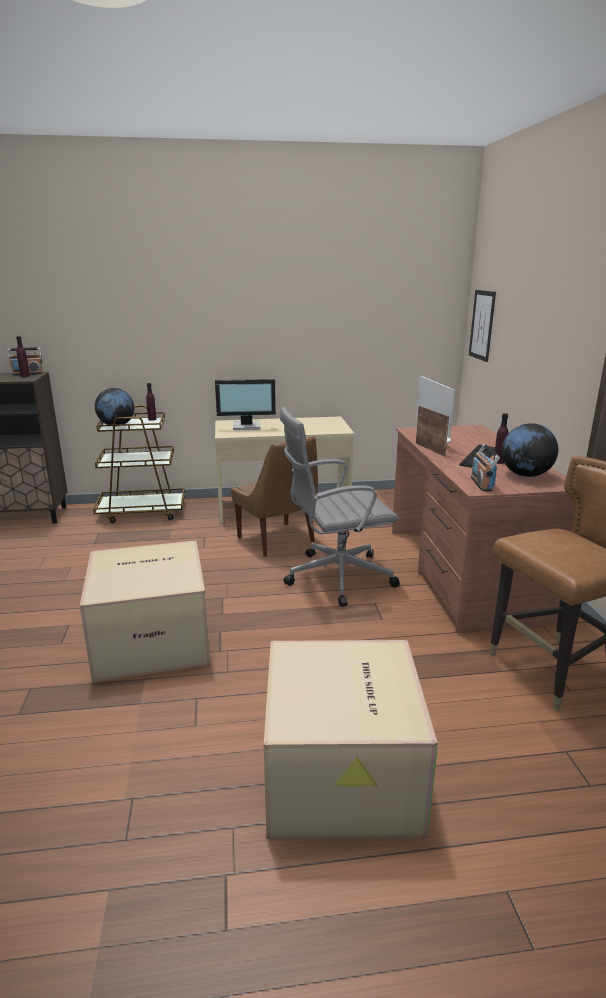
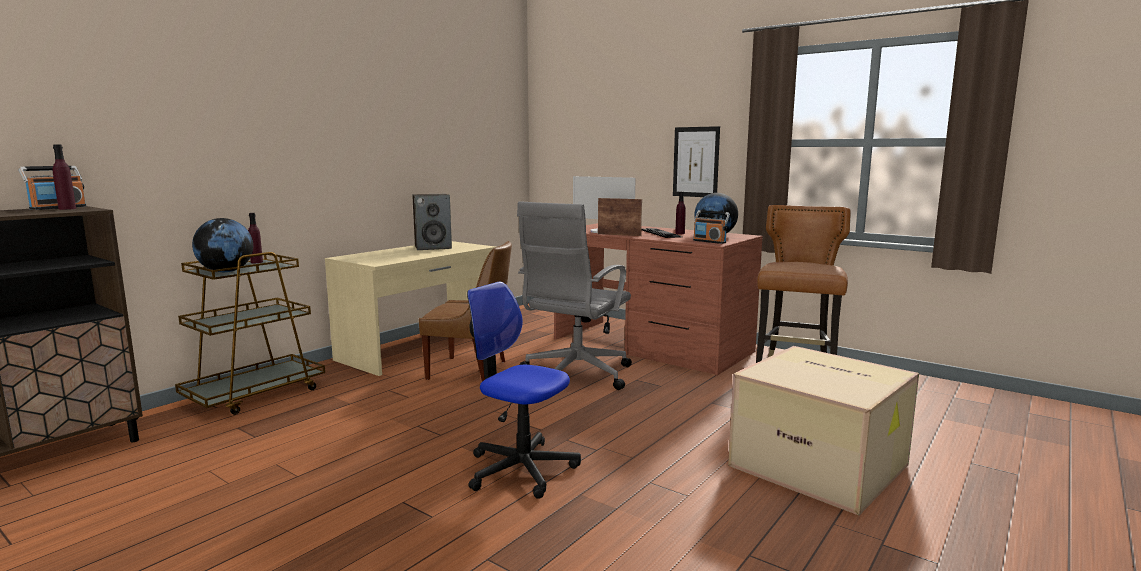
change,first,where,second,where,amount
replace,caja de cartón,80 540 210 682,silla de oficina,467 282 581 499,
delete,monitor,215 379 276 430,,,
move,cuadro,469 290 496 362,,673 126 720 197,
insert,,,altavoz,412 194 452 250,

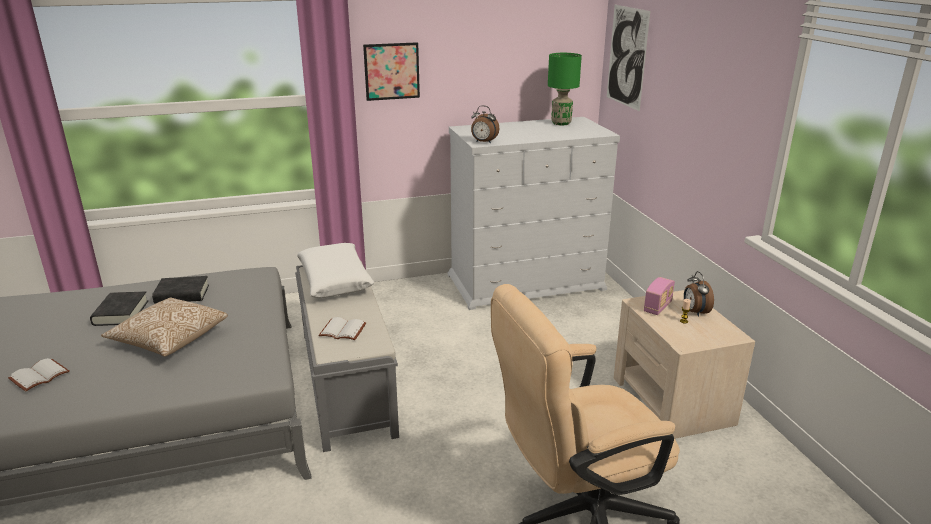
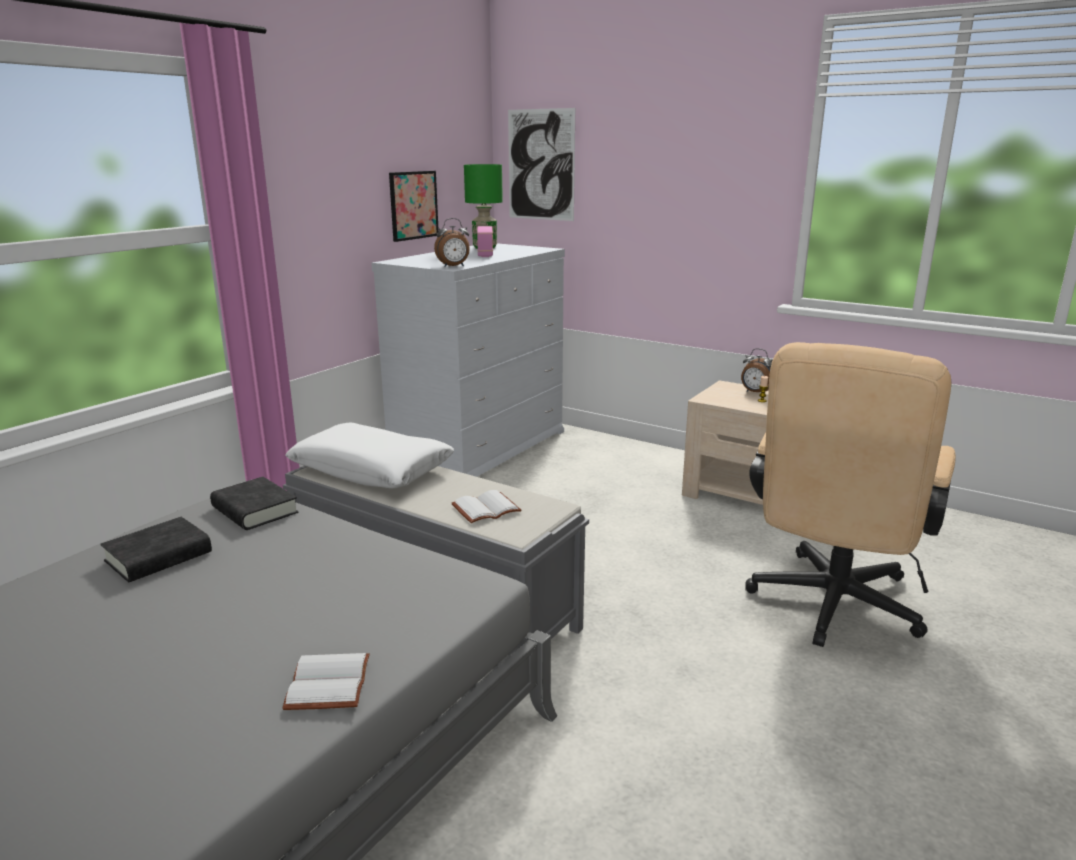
change,first,where,second,where,amount
move,libro [blanco],8 358 70 392,,282 653 370 710,
move,libro [negro],90 291 148 326,,210 477 298 530,
delete,cojín,101 297 228 357,,,
move,cuadro,363 42 420 101,,389 171 439 242,
move,radio,644 277 675 315,,477 226 493 257,

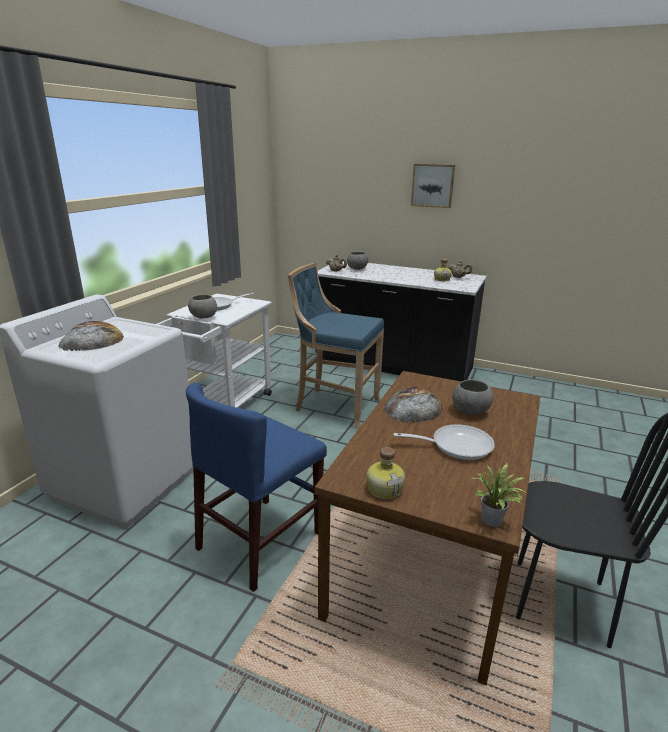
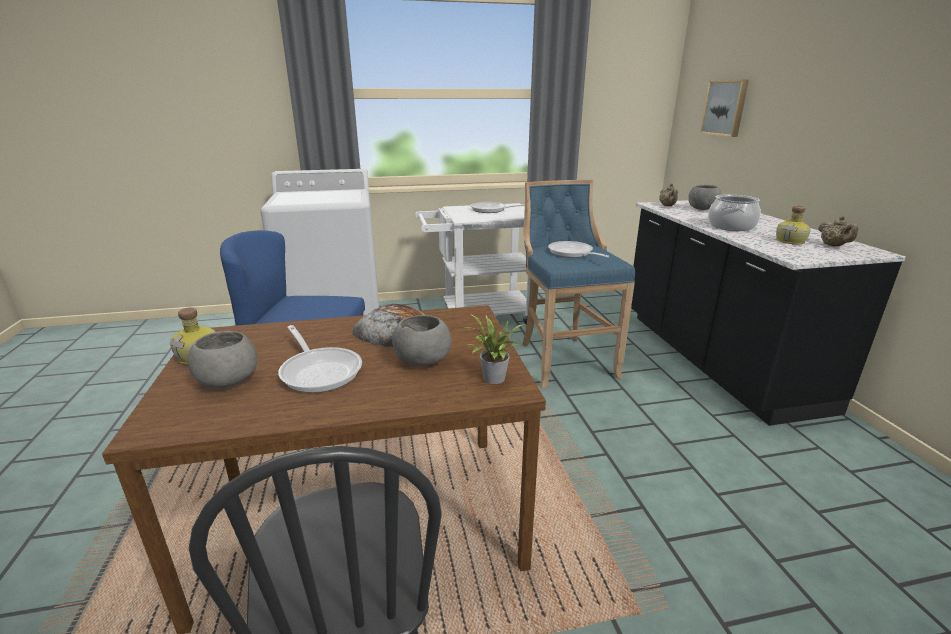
change,first,where,second,where,amount
delete,pan,58 321 124 351,,,
move,cuenco [gris],188 295 217 318,,187 331 258 388,
move,cuadro,411 164 455 208,,700 79 749 137,
move,planta en maceta,470 463 529 527,,466 314 524 384,
insert,,,sartén,548 241 609 258,
insert,,,olla,708 195 761 231,

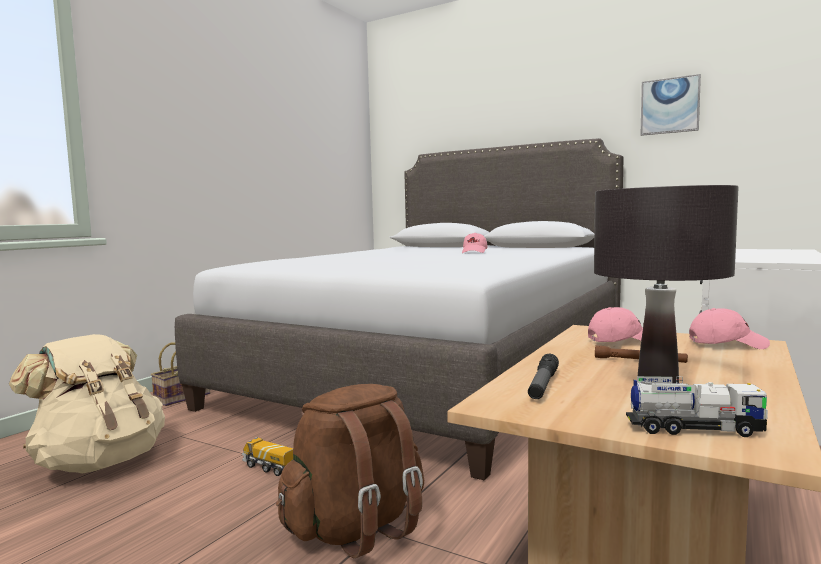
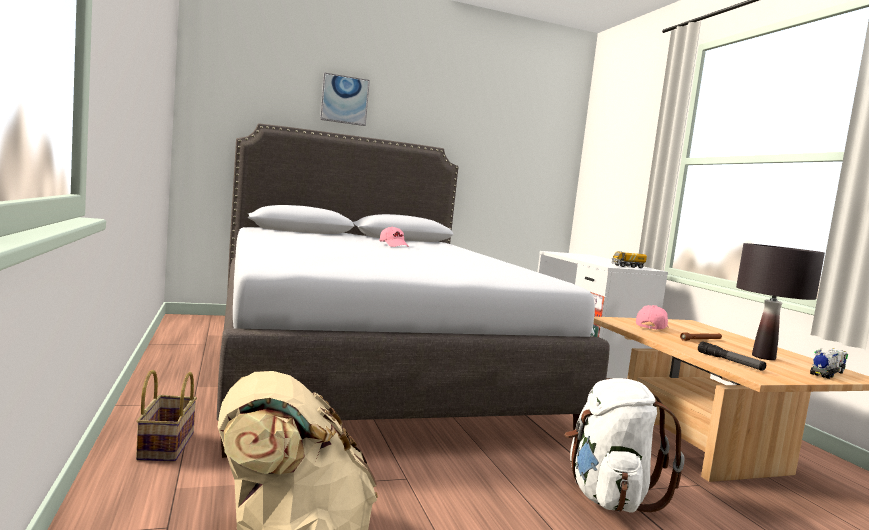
change,first,where,second,where,amount
move,camión de juguete,242 437 293 476,,611 251 647 268,
recolor,mochila [marrón],276 384 424 558,mochila [blanco],564 378 684 513,
move,cuadro,640 74 701 136,,320 72 370 126,
delete,gorra [rosa],689 308 770 349,,,

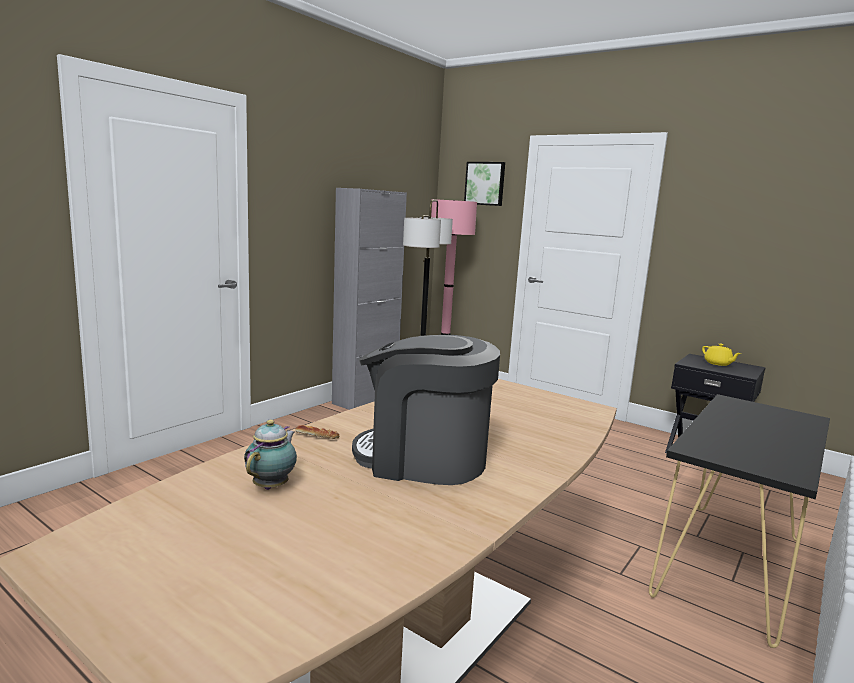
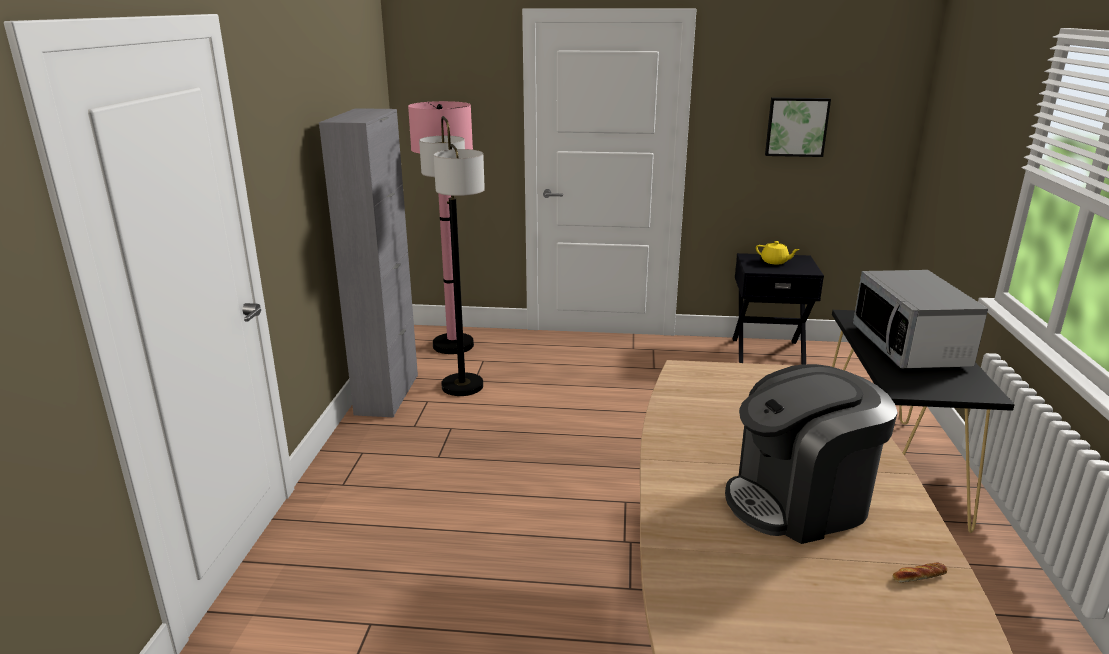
change,first,where,second,where,amount
delete,tetera,244 420 297 490,,,
move,pan,295 425 339 439,,893 562 947 583,
move,cuadro,464 162 505 206,,765 97 831 157,
insert,,,microondas,853 270 988 368,

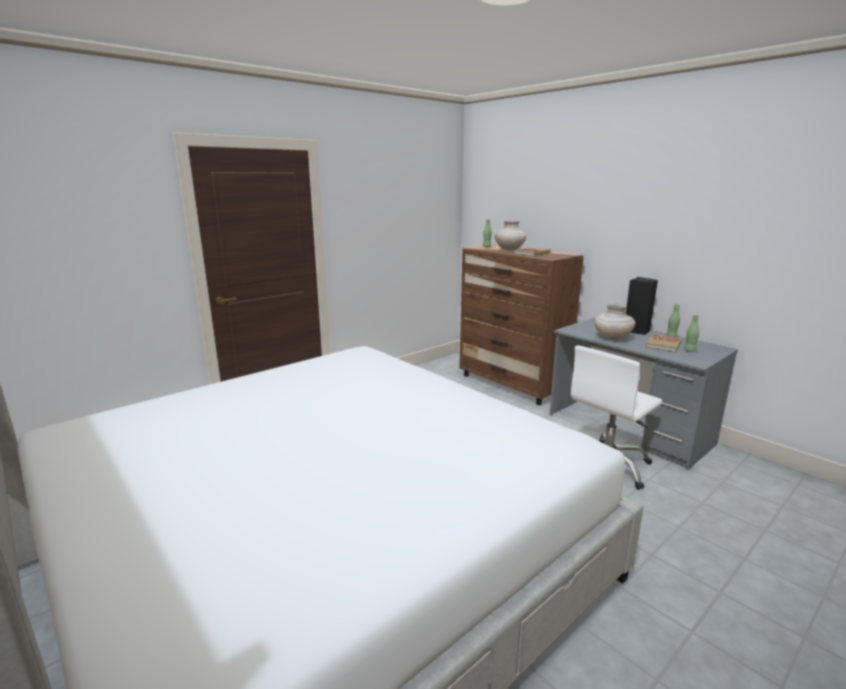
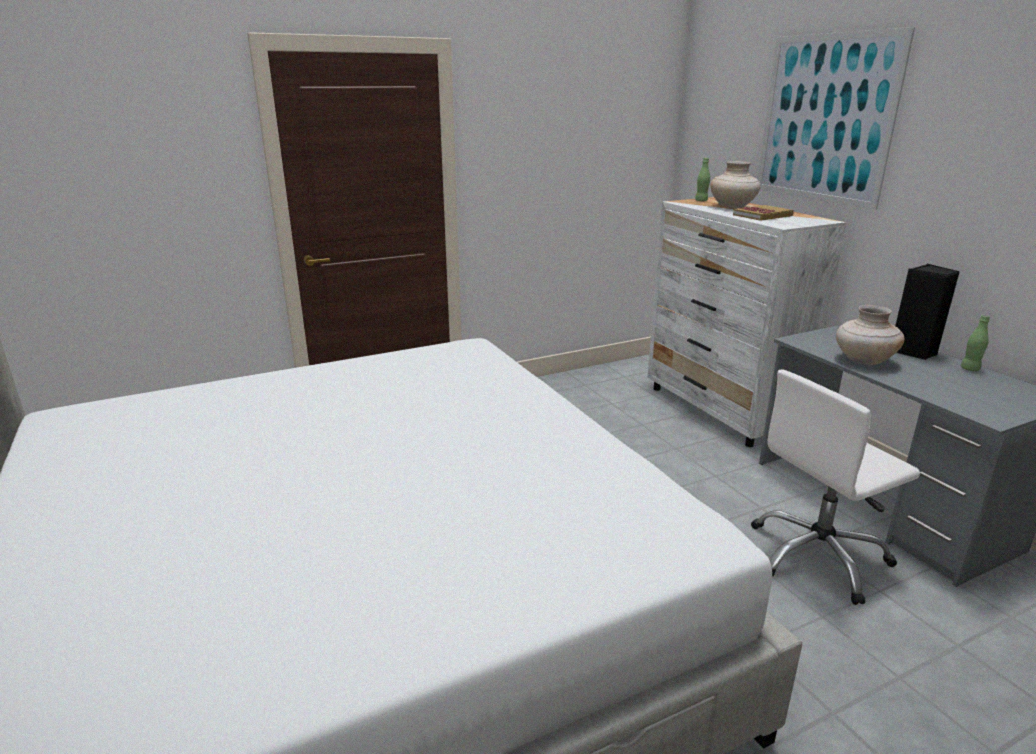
change,first,where,second,where,amount
recolor,cómoda [marrón],459 244 584 405,cómoda [blanco],648 197 846 447,
delete,libro,645 334 682 353,,,
delete,botella [verde],684 315 699 352,,,
insert,,,cuadro,758 27 915 210,

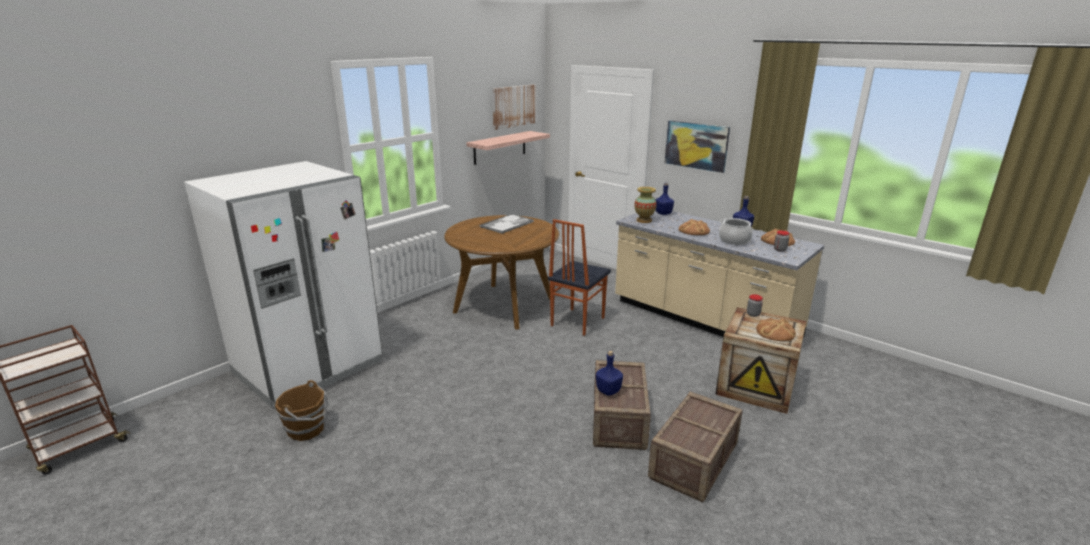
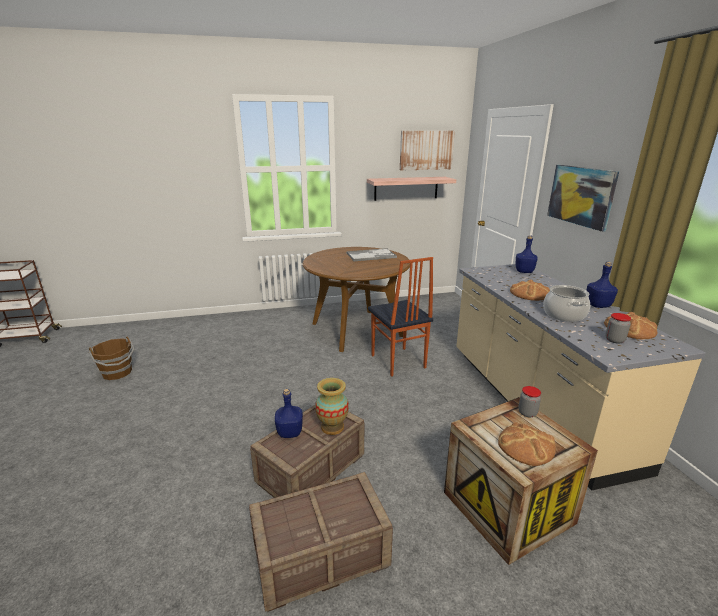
change,first,where,second,where,amount
delete,nevera [blanco],184 161 382 409,,,
rotate,silla,548 219 611 336,,368 257 433 377,90 degrees counterclockwise
move,florero,634 187 657 223,,315 378 349 435,

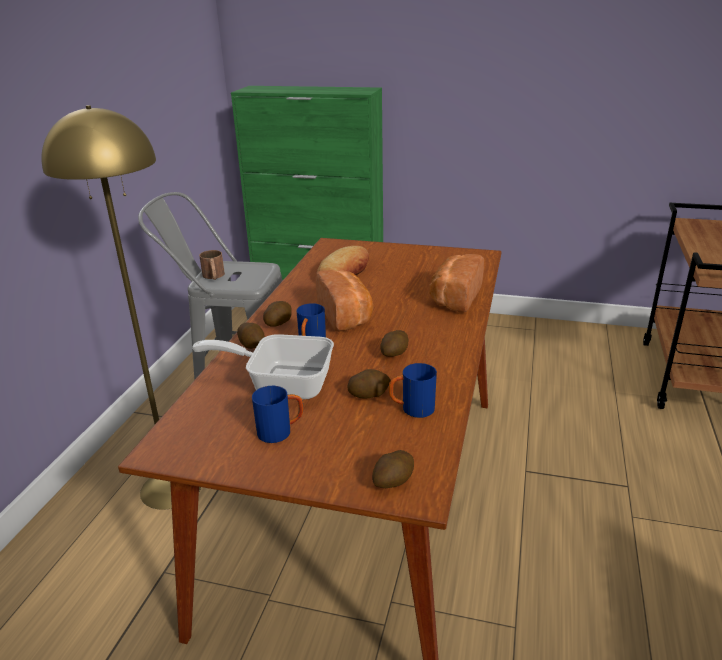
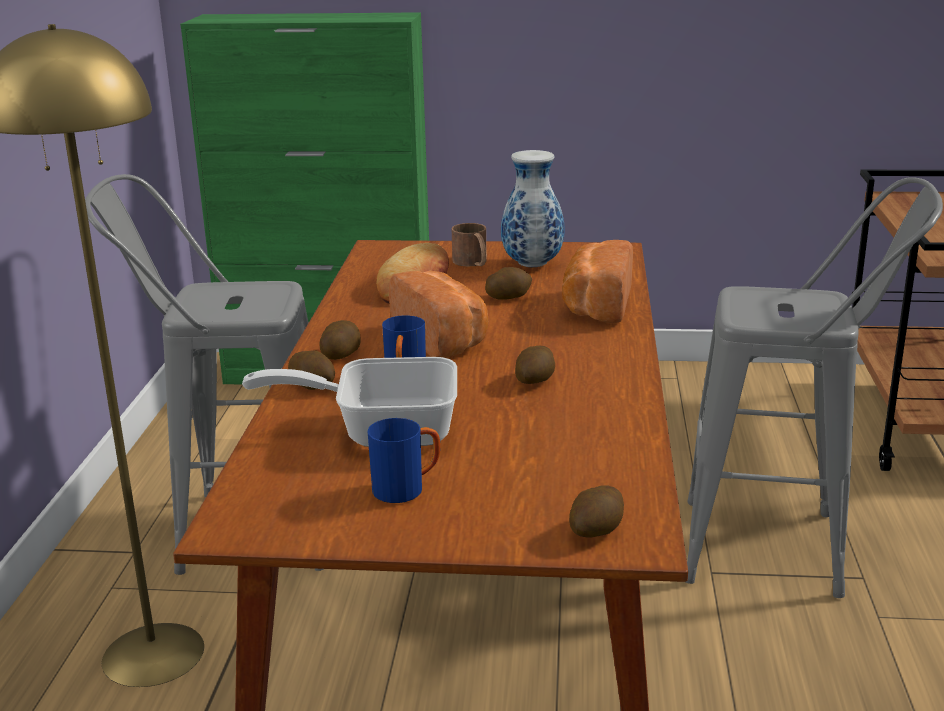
change,first,where,second,where,amount
move,taza grande [marrón],199 250 225 280,,452 223 487 266,
move,patata,348 369 391 399,,485 267 532 300,
delete,taza grande [azul],389 363 437 418,,,
insert,,,florero,501 150 564 267,
insert,,,taburete [gris],686 177 943 598,

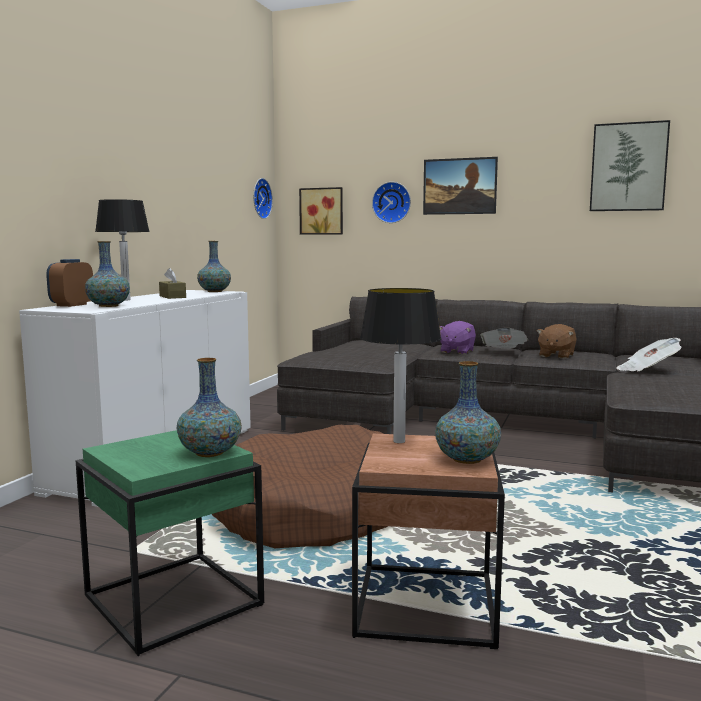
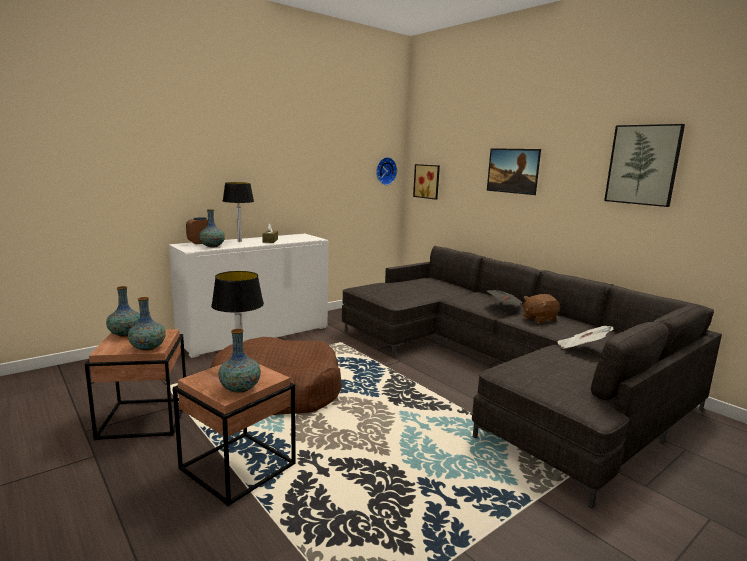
change,first,where,second,where,amount
recolor,mesa auxiliar [verde],75 430 264 656,mesa auxiliar [marrón],85 329 186 441,
move,florero,197 241 231 292,,106 286 140 337,
delete,reloj de pared,372 182 411 223,,,
delete,peluche [morado],439 321 476 354,,,

